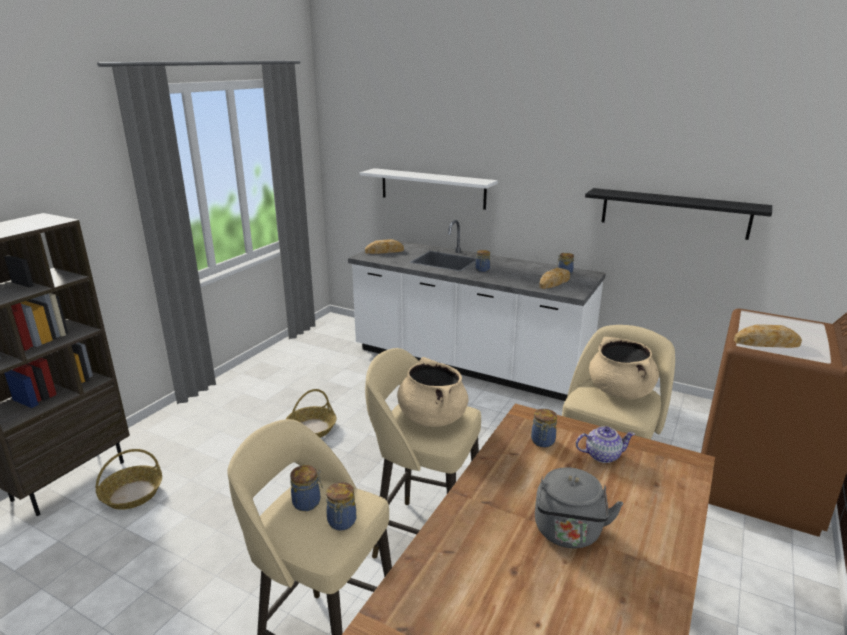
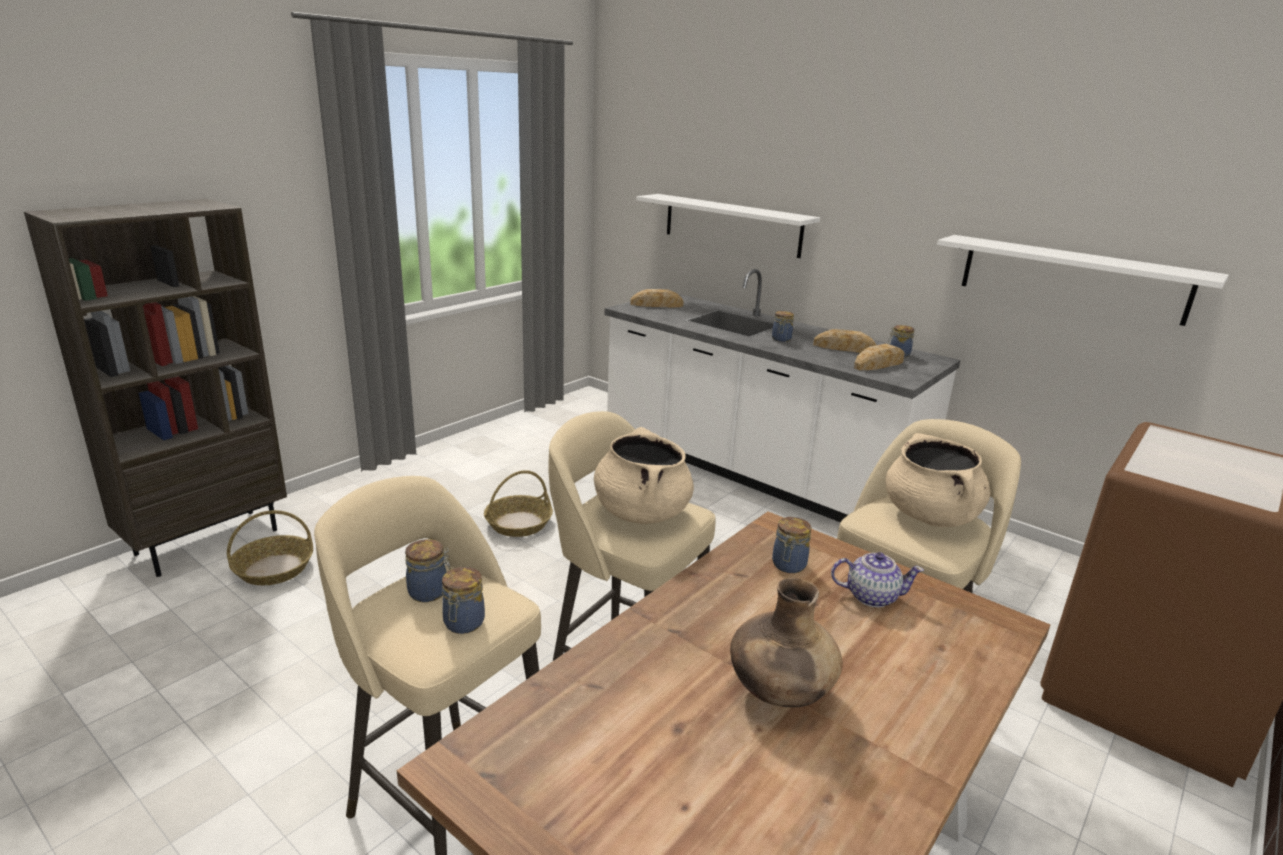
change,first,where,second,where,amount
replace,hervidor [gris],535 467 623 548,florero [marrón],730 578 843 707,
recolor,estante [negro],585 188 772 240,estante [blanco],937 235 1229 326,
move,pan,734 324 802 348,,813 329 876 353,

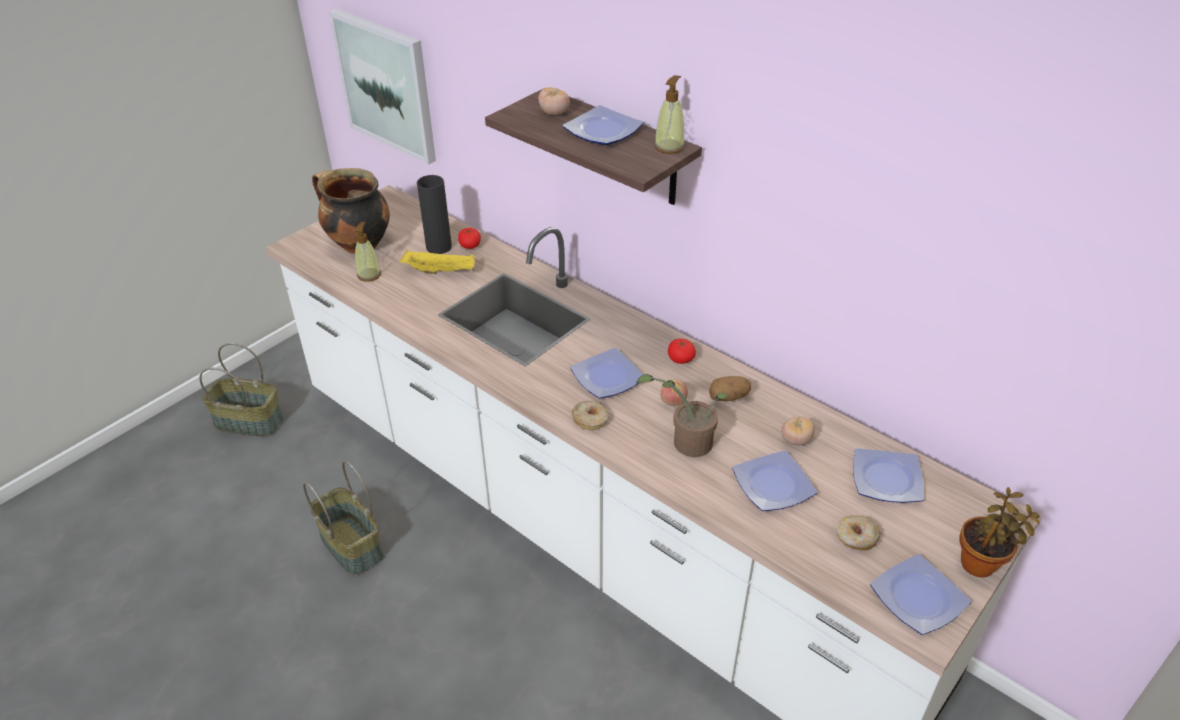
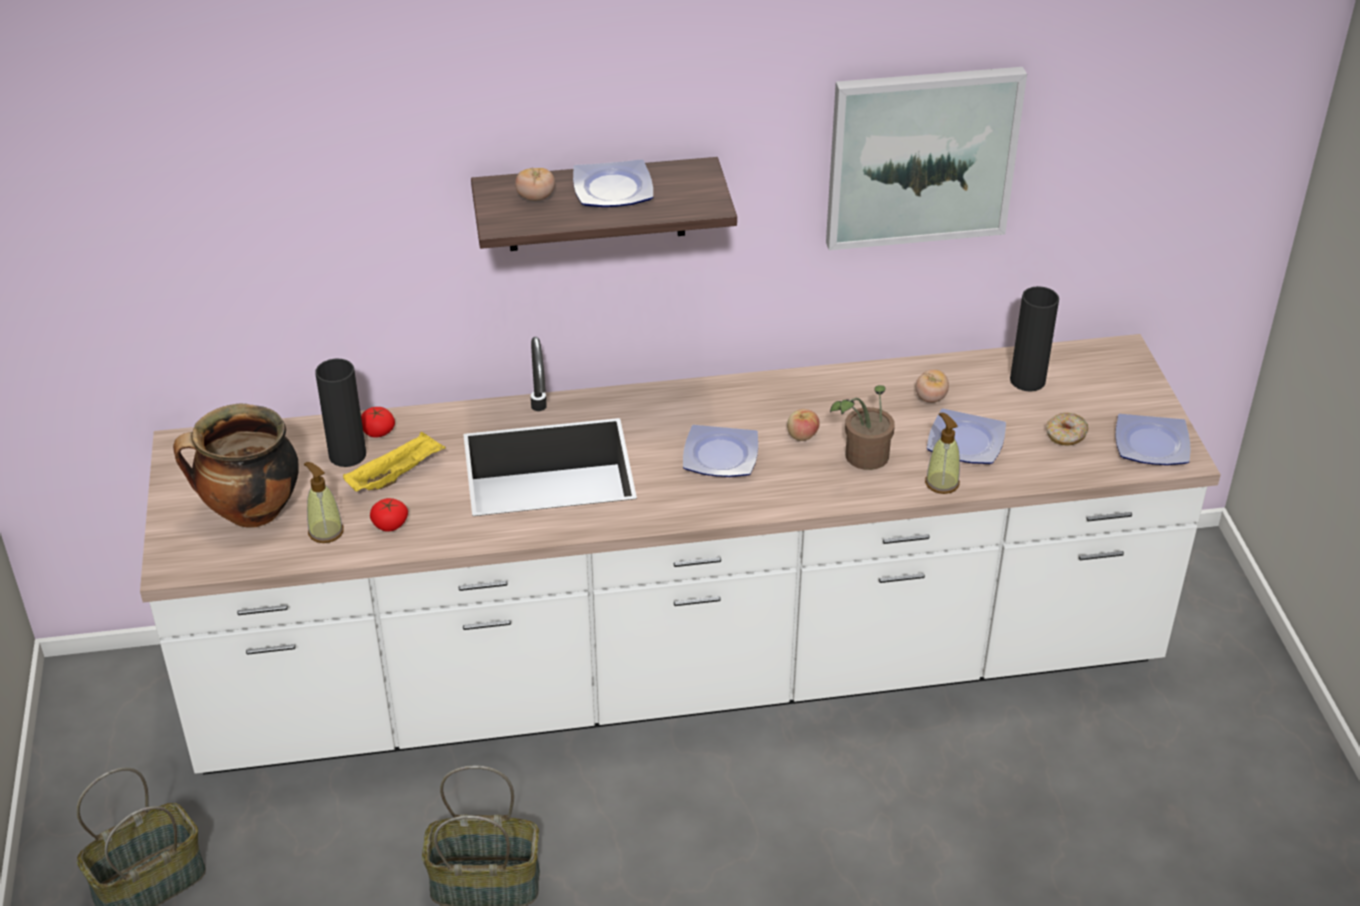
change,first,where,second,where,amount
move,cuadro,329 9 436 165,,826 67 1027 250,
delete,rosquilla,572 401 609 430,,,
move,dispensador de jabón,654 75 685 154,,925 413 960 494,
move,tomate,668 339 696 364,,370 498 408 532,
delete,patata,709 376 751 401,,,
replace,plato,853 448 924 503,florero [negro],1010 286 1059 392,
delete,planta en maceta,959 487 1040 577,,,

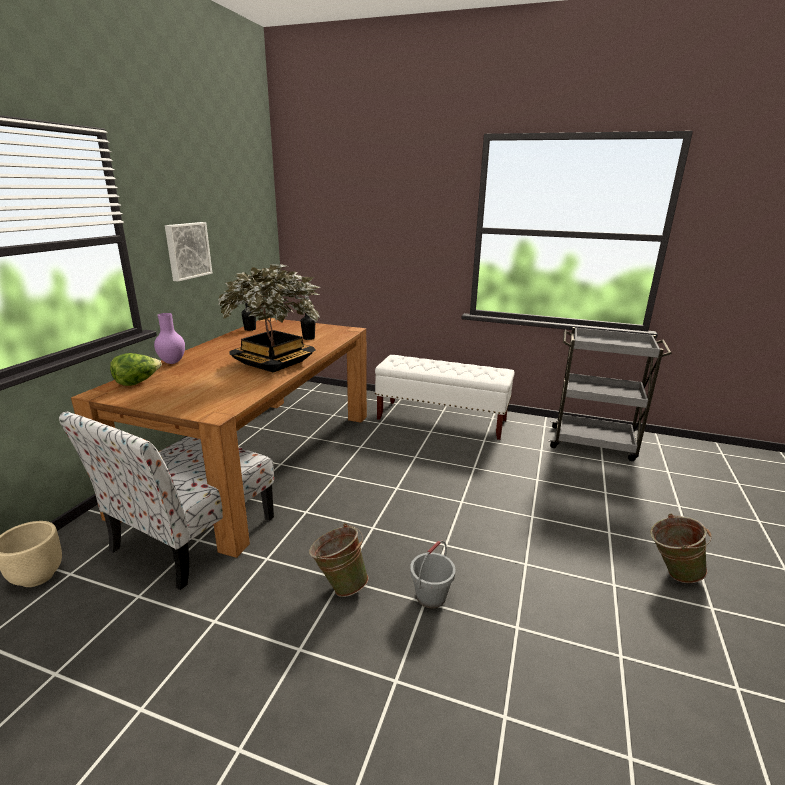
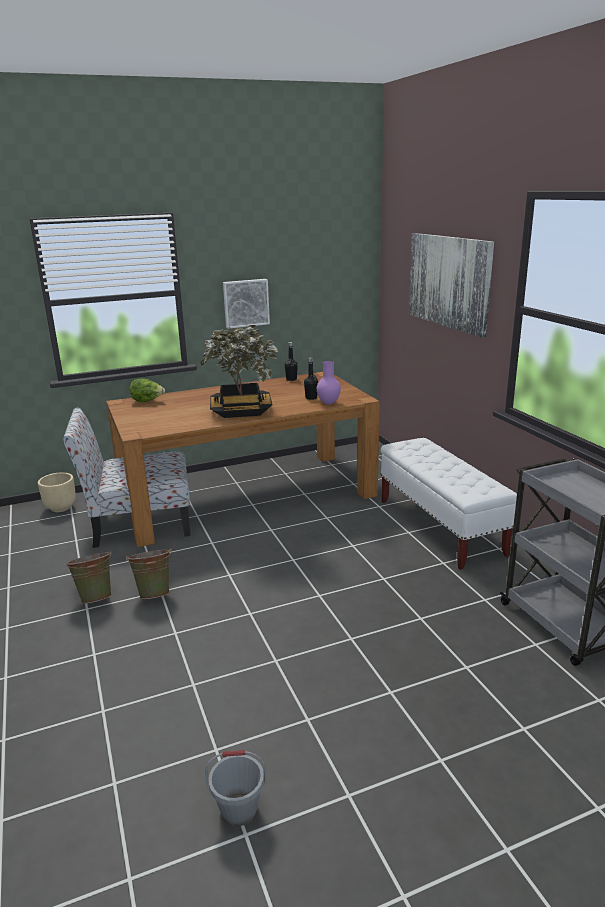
change,first,where,second,where,amount
move,florero [morado],154 313 185 364,,317 361 341 405,
move,cubo [gris],410 540 456 608,,205 750 267 826,
move,cubo [verde],650 514 712 583,,65 550 112 604,
insert,,,cuadro,409 233 494 338,

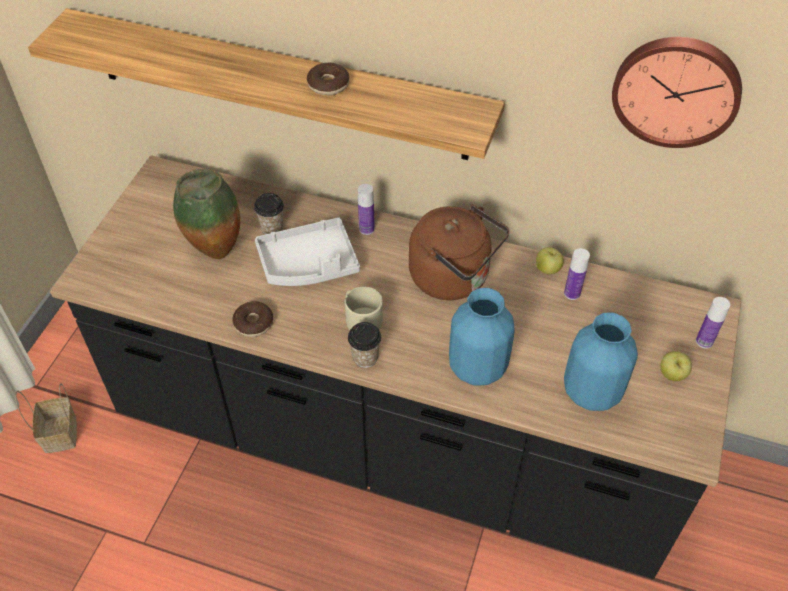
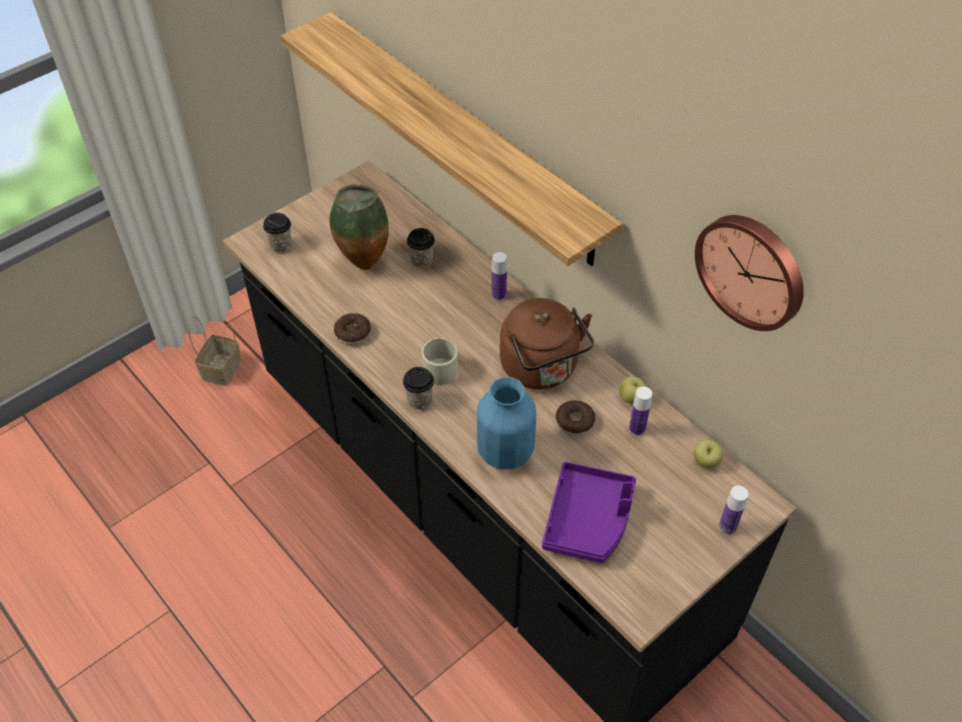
change,first,where,second,where,amount
delete,bandeja [gris],255 217 360 286,,,
move,rosquilla,307 63 349 95,,556 400 595 435,
replace,florero [azul],564 313 638 411,bandeja [morado],542 462 636 563,
move,manzana,660 351 692 381,,694 439 723 468,
insert,,,taza,263 213 292 253,

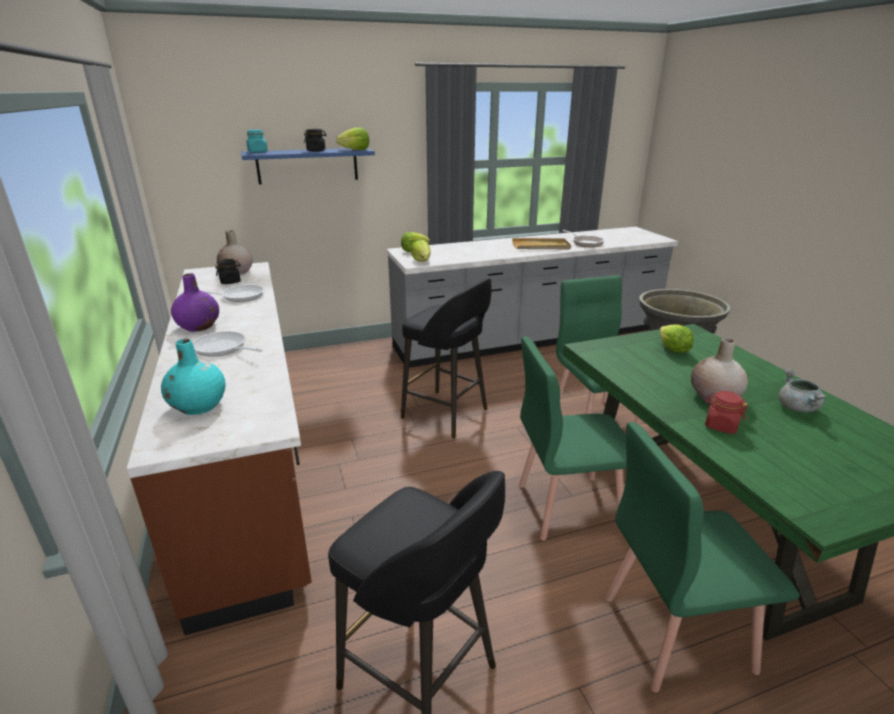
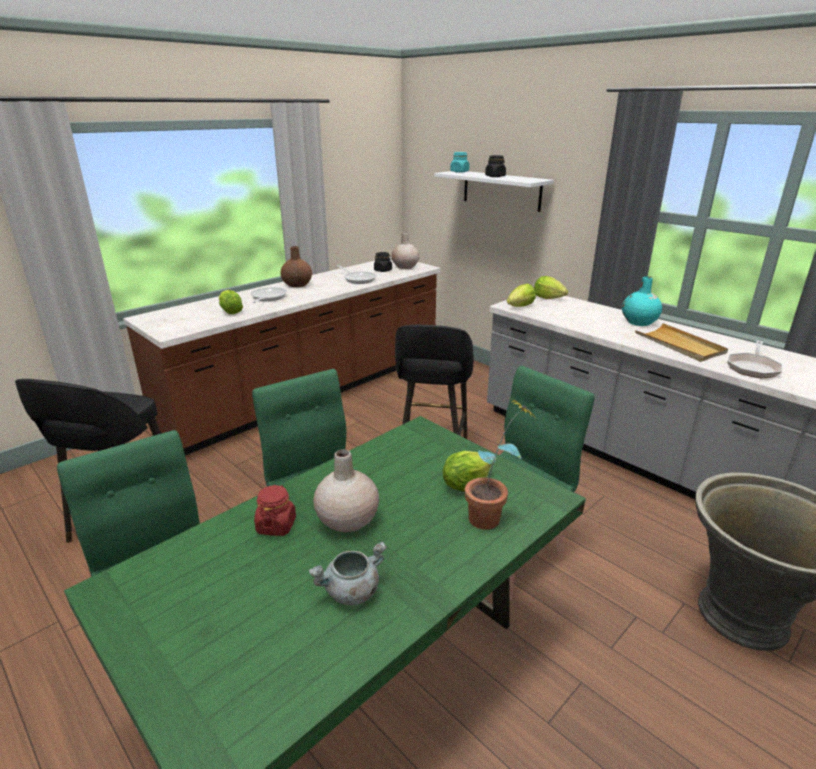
change,first,where,second,where,amount
move,florero [turquesa],161 339 225 415,,622 276 662 326,
recolor,florero [morado],171 273 219 332,florero [marrón],281 246 312 287,
recolor,estante [azul],241 148 375 185,estante [blanco],434 171 554 212,
move,lechuga,336 127 369 150,,219 290 243 314,
insert,,,planta en maceta,465 397 536 530,

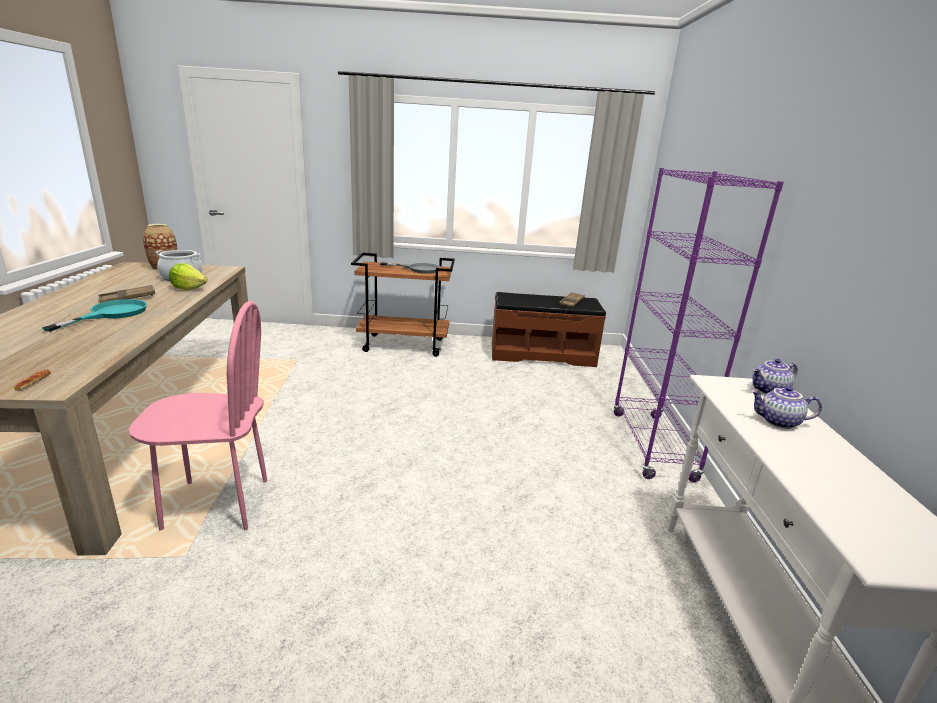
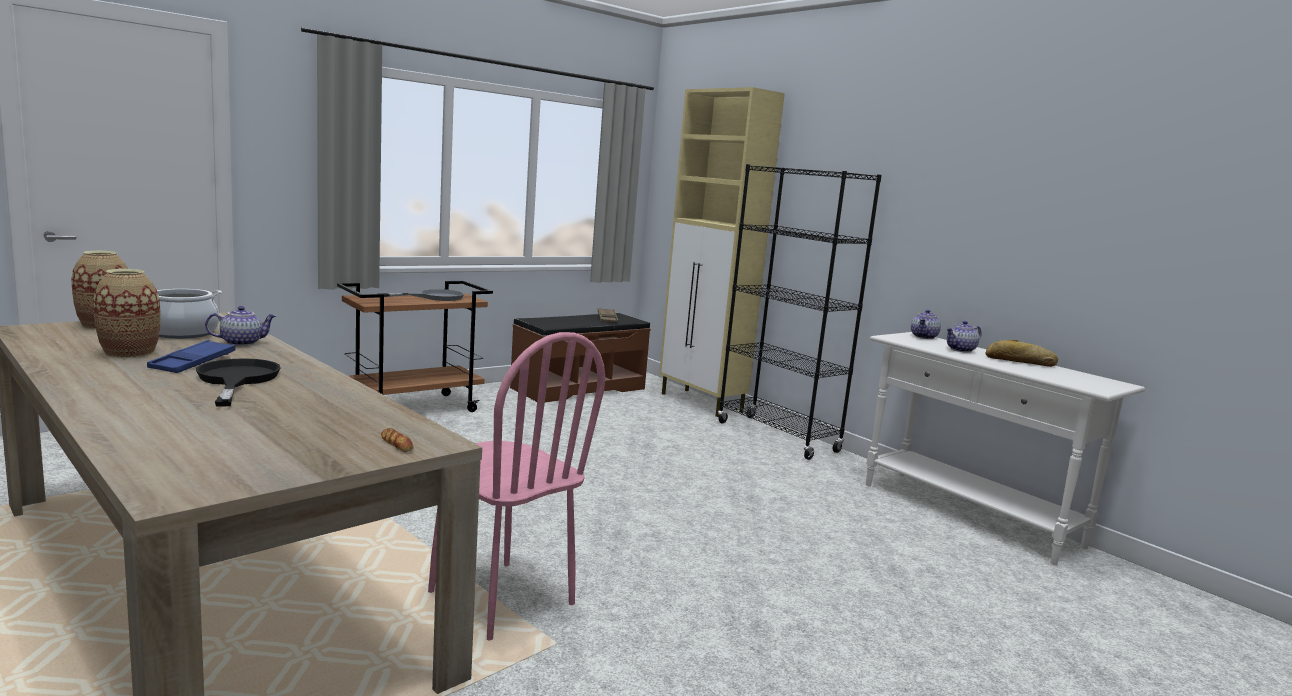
change,first,where,second,where,amount
recolor,sartén [turquesa],42 299 147 332,sartén [negro],196 358 281 407,
recolor,bandeja [marrón],98 285 155 303,bandeja [azul],147 340 235 373,
rotate,silla [rosa],129 301 267 530,,428 332 605 640,90 degrees clockwise
replace,lechuga,169 263 207 290,tetera,205 306 276 346,
recolor,estantería [morado],613 168 784 482,estantería [negro],718 164 882 460,
insert,,,florero,93 269 161 358,
insert,,,armario [beis],659 87 785 417,
insert,,,pan,985 340 1058 367,

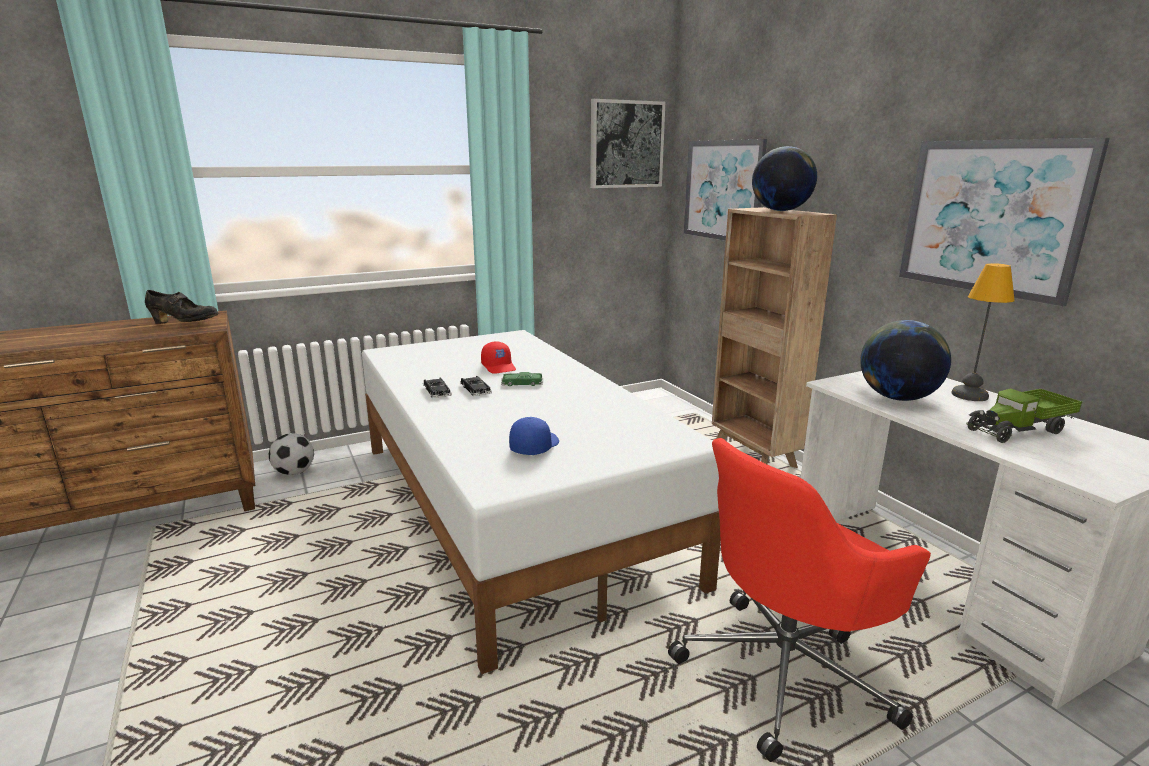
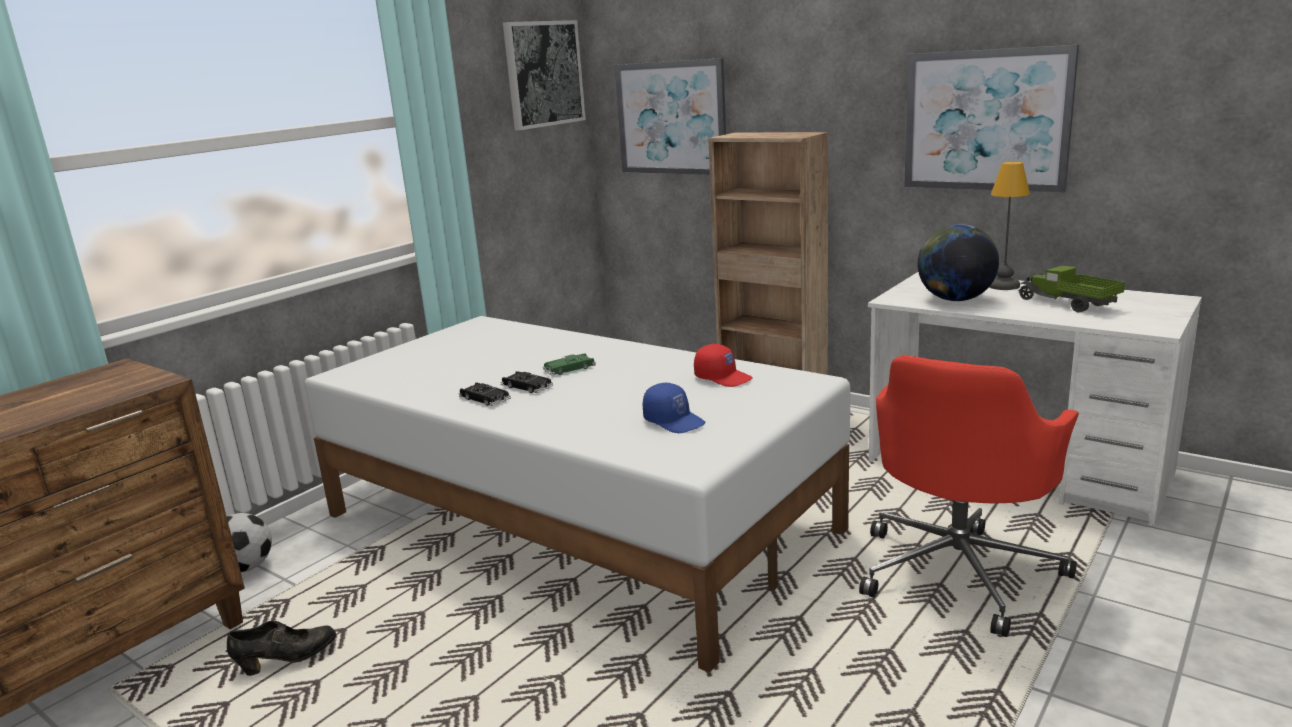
change,first,where,second,where,amount
move,zapato [negro],145 290 218 324,,227 621 336 676,
move,gorra [rojo],481 341 516 374,,694 344 753 387,
rotate,gorra [azul],509 417 559 455,,643 383 705 433,135 degrees clockwise
delete,globo terráqueo,752 146 817 211,,,
rotate,camión de juguete,966 389 1082 443,,1018 266 1125 313,105 degrees clockwise

